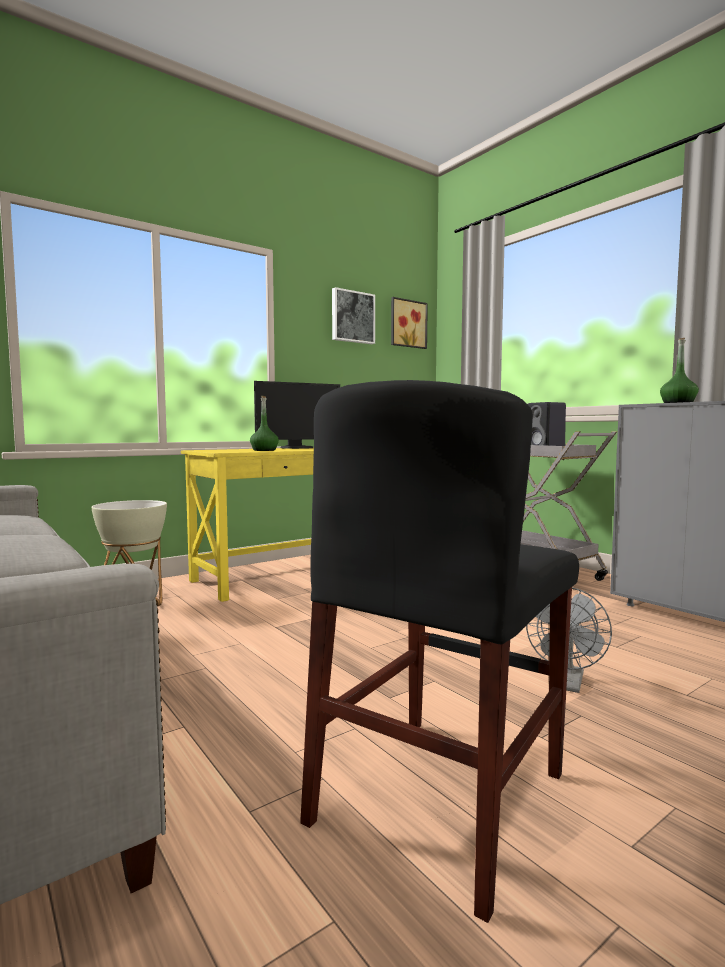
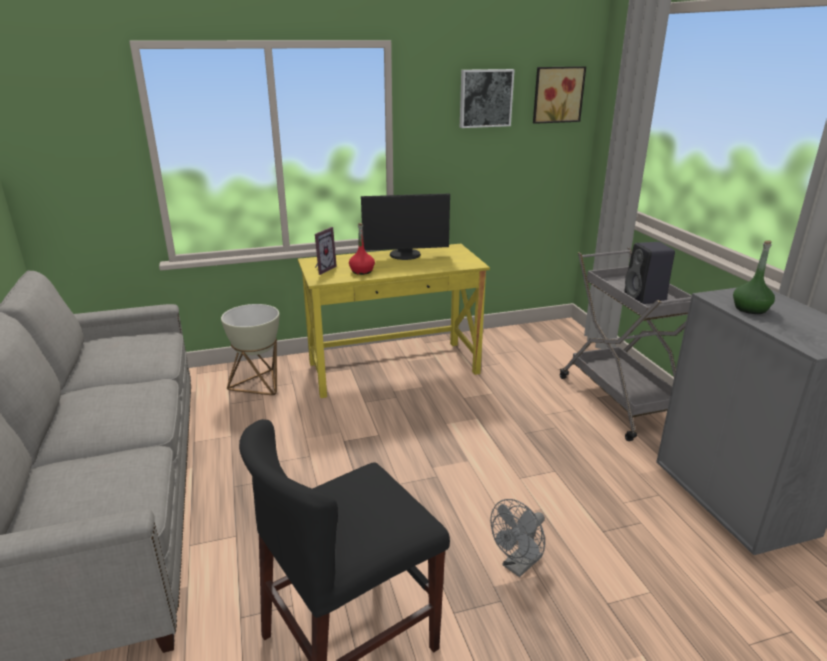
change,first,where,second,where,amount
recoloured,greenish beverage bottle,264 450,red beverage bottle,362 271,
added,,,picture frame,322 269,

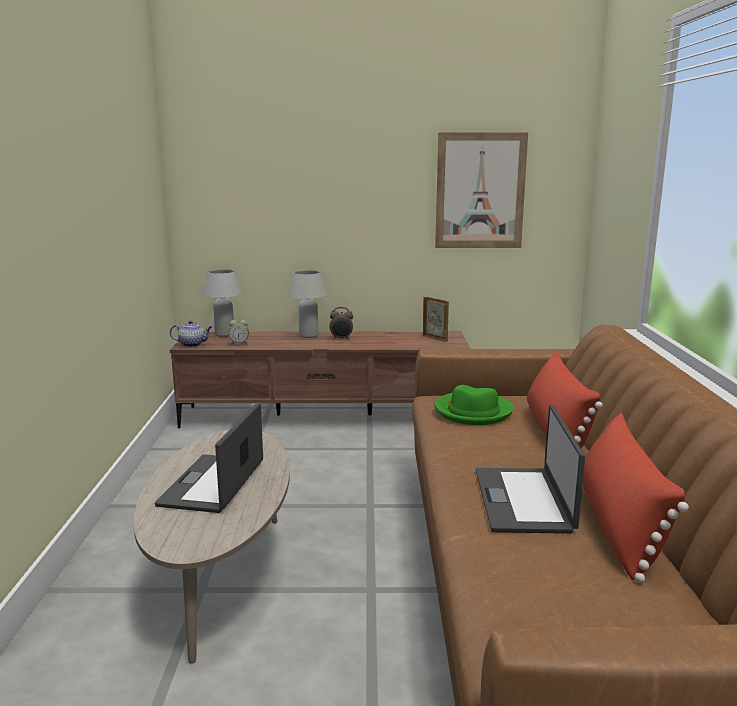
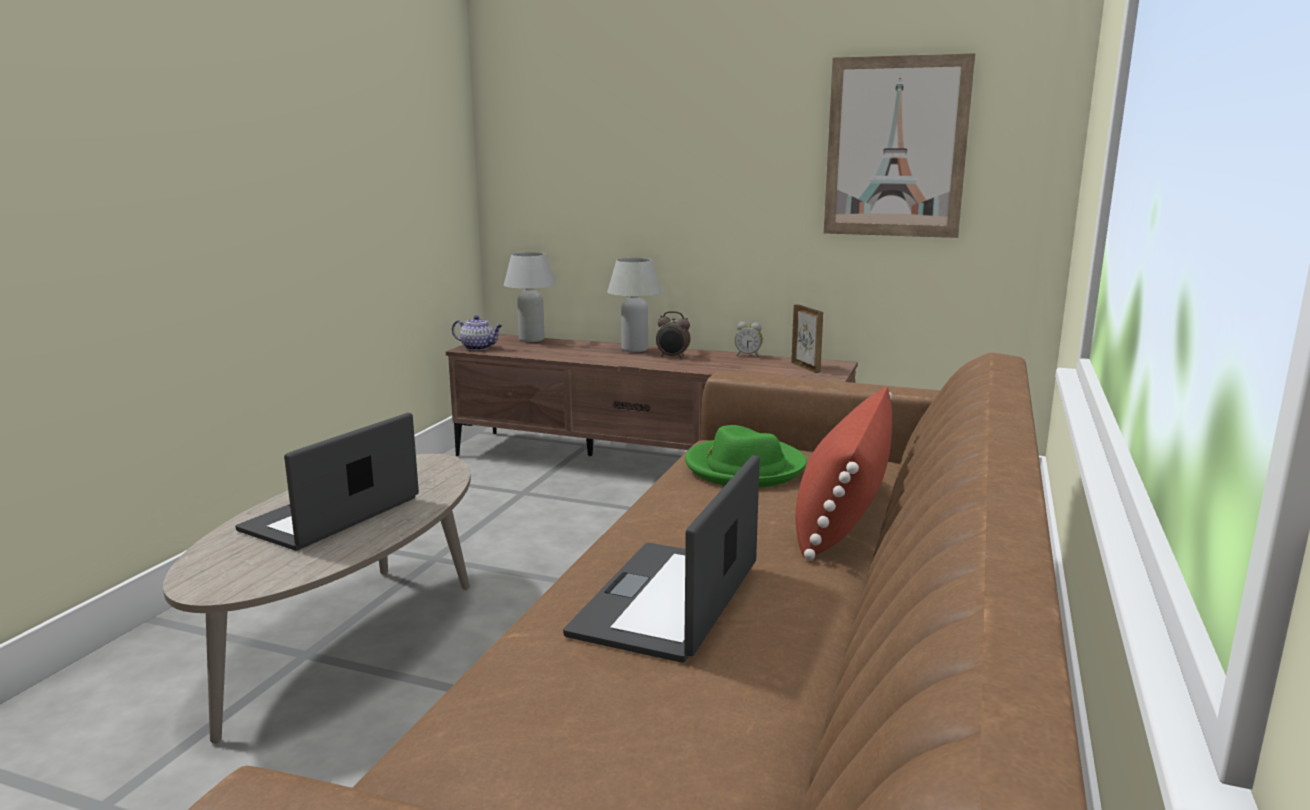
change,first,where,second,where,amount
moved,alarm clock,239 344,,748 355,
removed,red pillow,619 525,,,

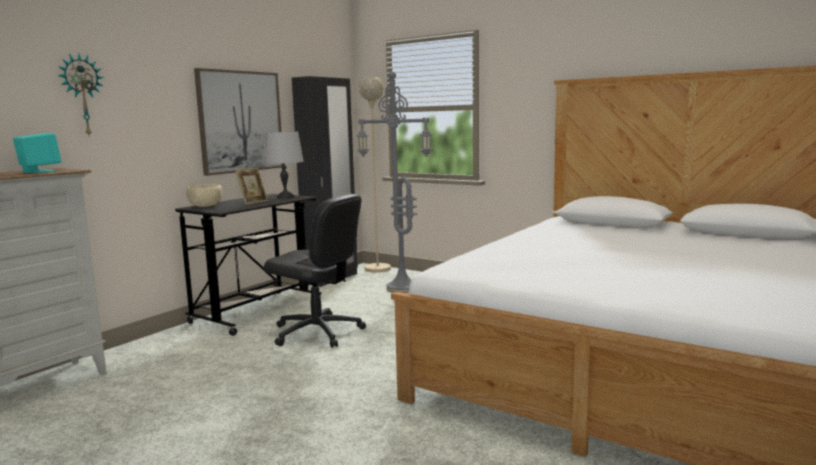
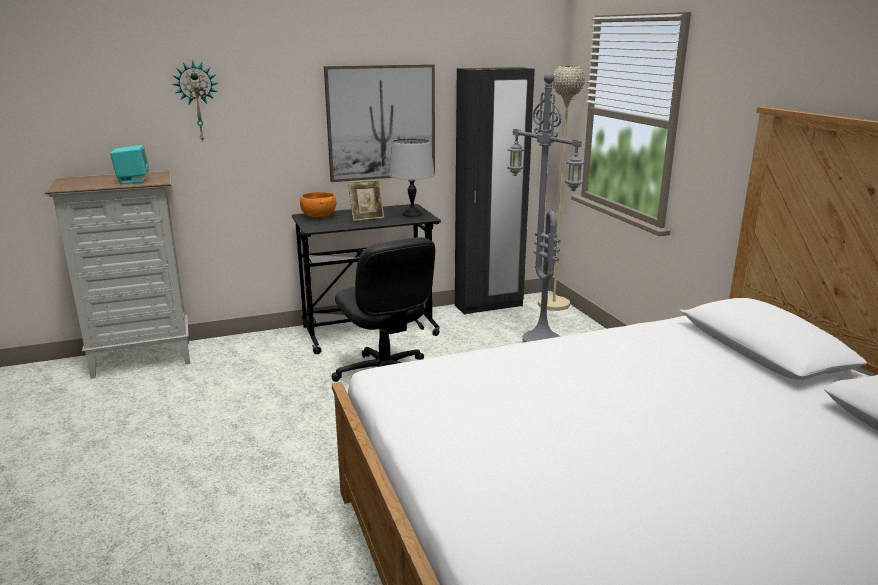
change,first,where,second,where,amount
recoloured,sand-coloured serving bowl,205 206,orangey serving bowl,318 216,

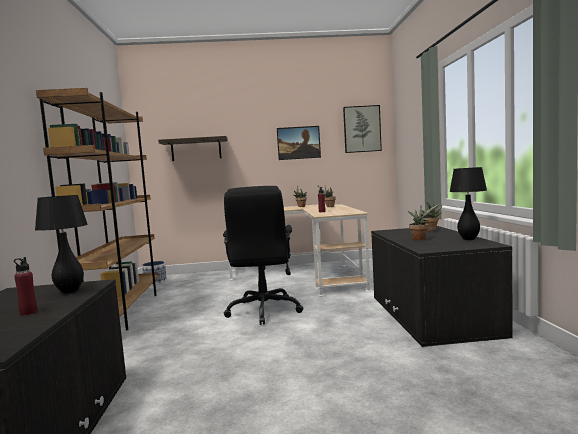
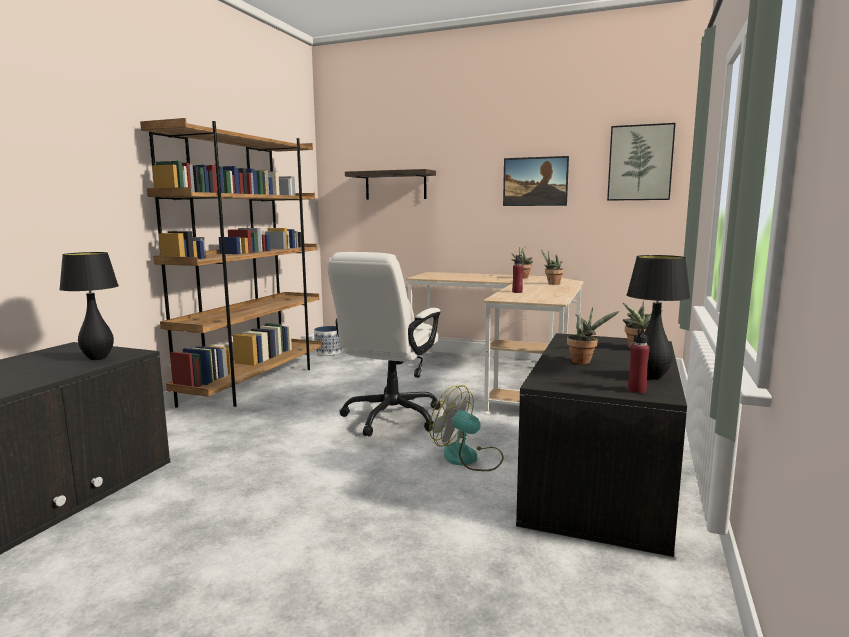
change,first,where,second,where,amount
moved,red beverage bottle,28 312,,636 390,
recoloured,black computer chair,264 312,white-coloured computer chair,390 419,
added,,,fan,468 458,

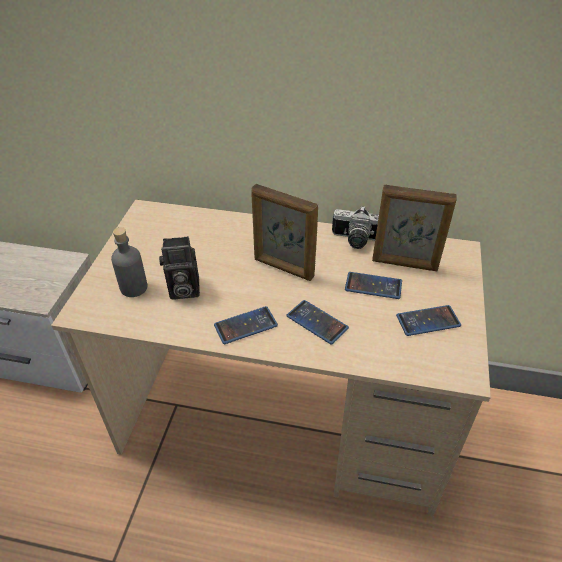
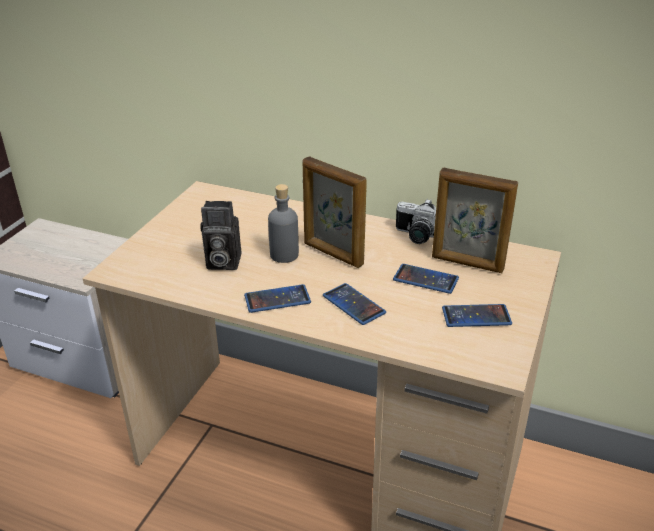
change,first,where,second,where,amount
moved,grey beverage bottle,134 287,,284 255,

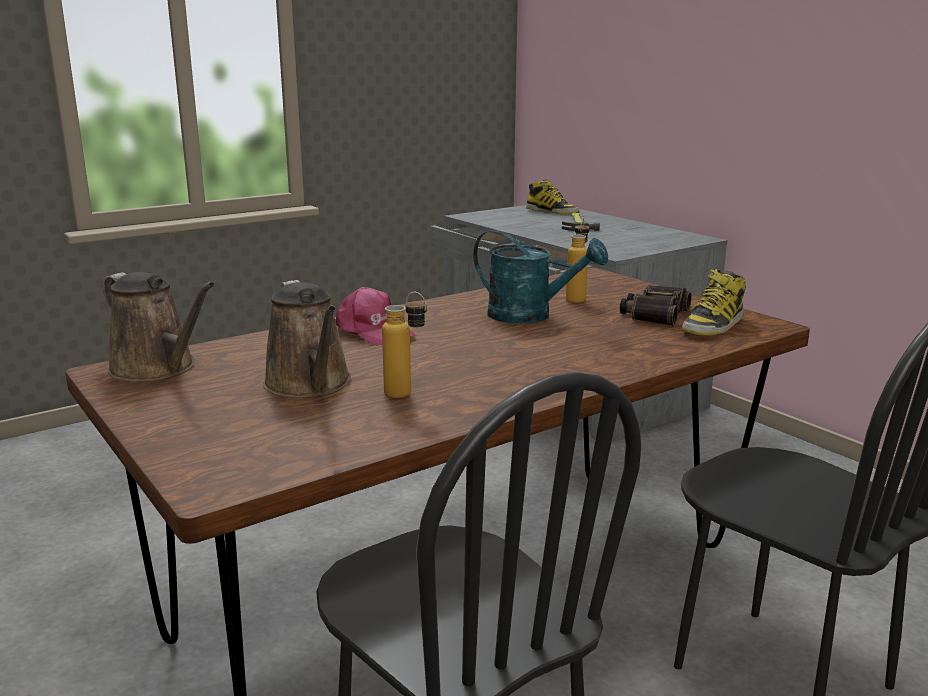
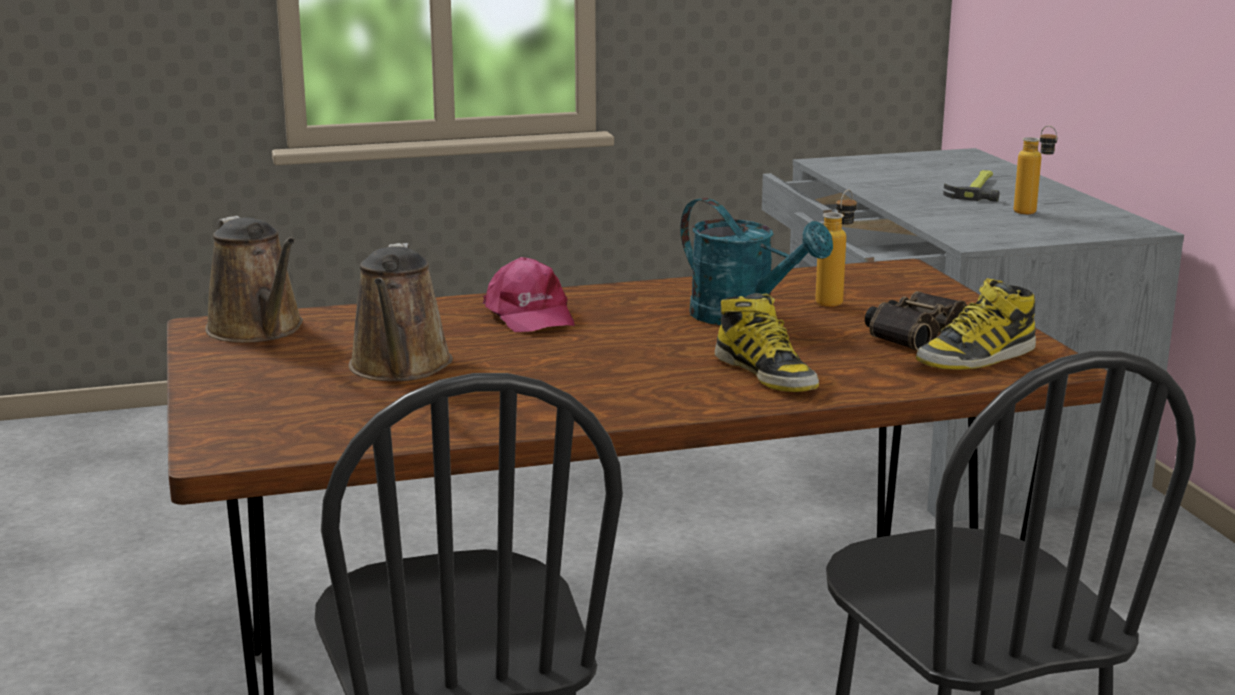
change,first,where,second,where,amount
moved,beverage bottle,406 396,,1032 214,
moved,high-top boot,552 212,,766 373,

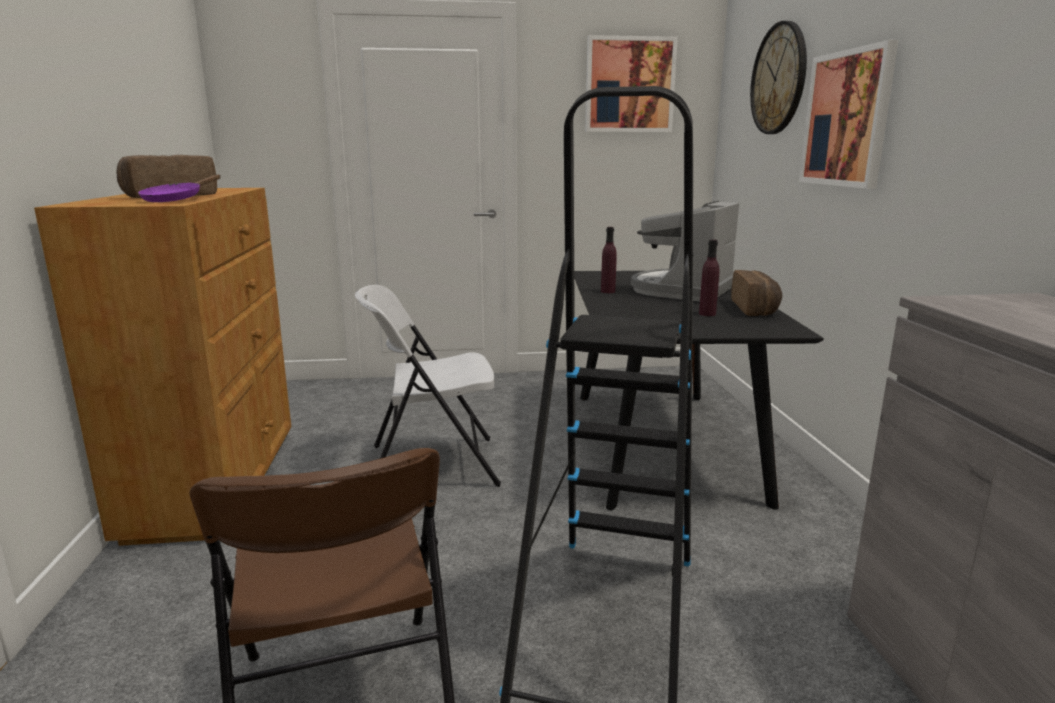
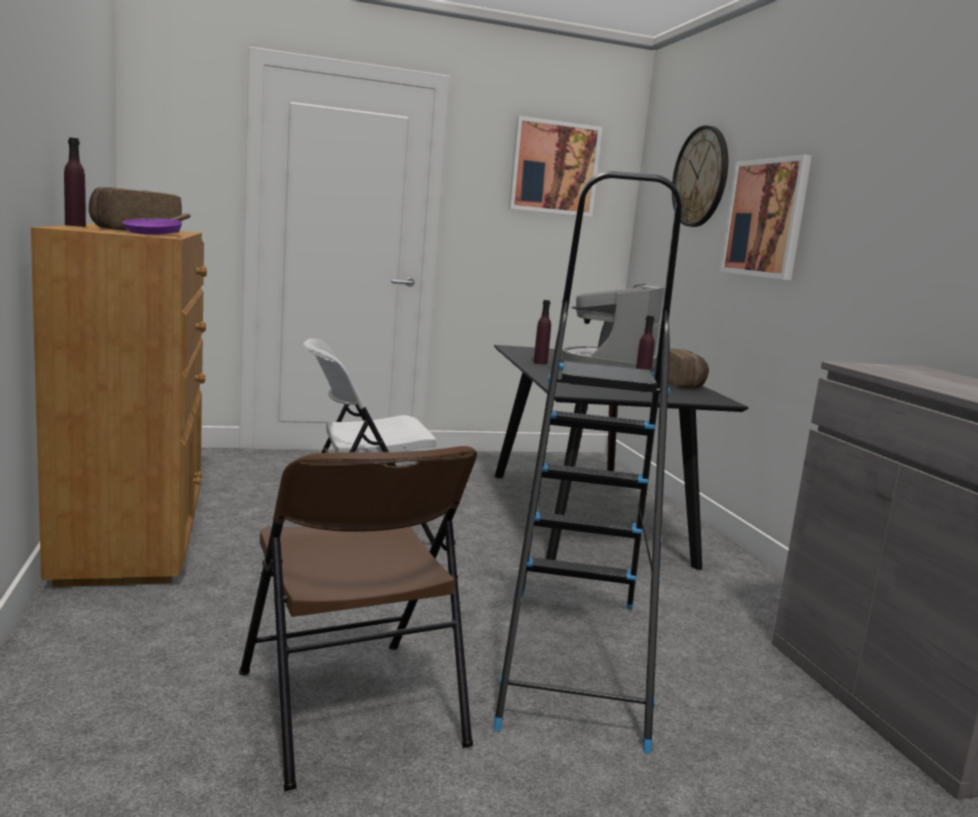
change,first,where,second,where,amount
added,,,purple beverage bottle,75 225,

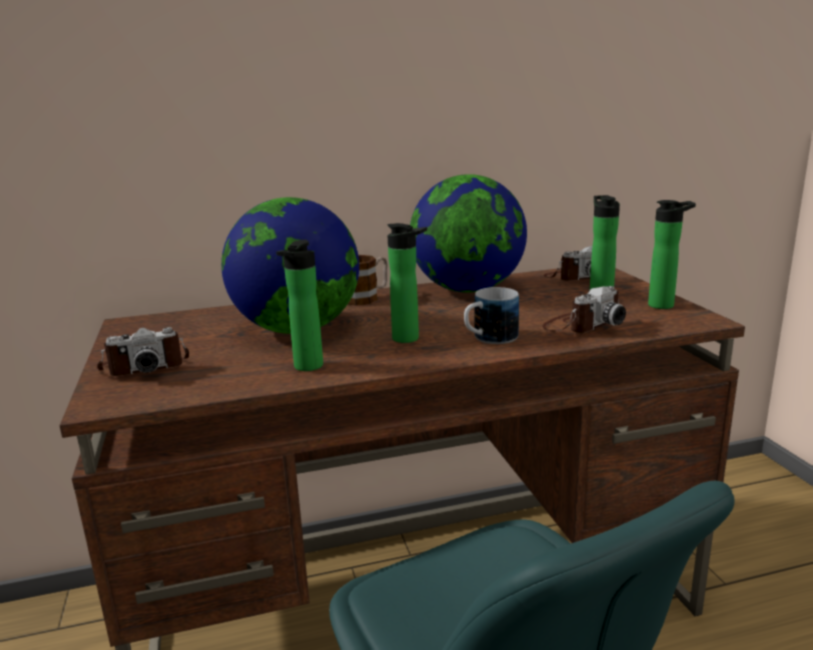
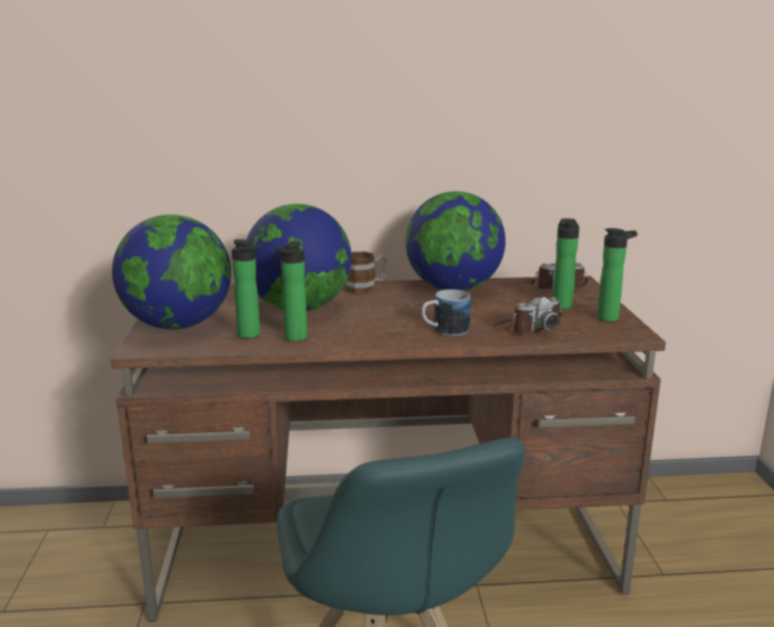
change,first,where,second,where,amount
replaced,photo camera,144 367,desk globe,177 325,
moved,beverage bottle,409 339,,251 335,

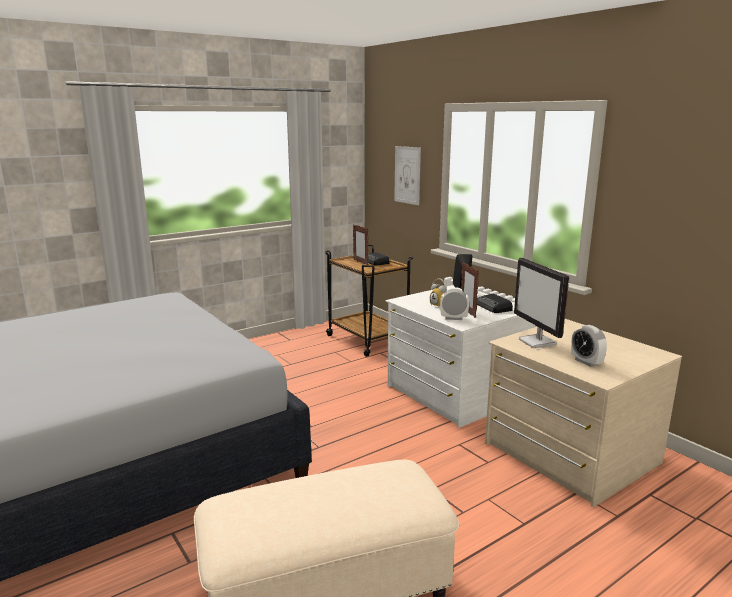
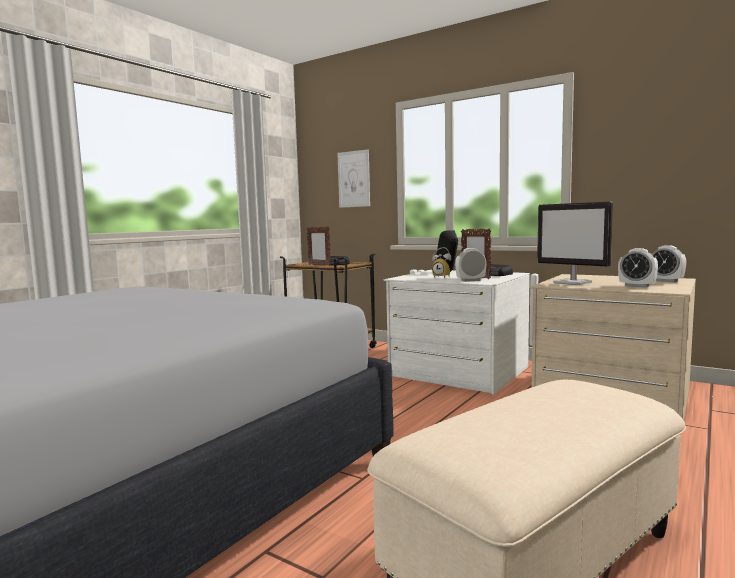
change,first,where,second,where,amount
added,,,alarm clock,665 281,

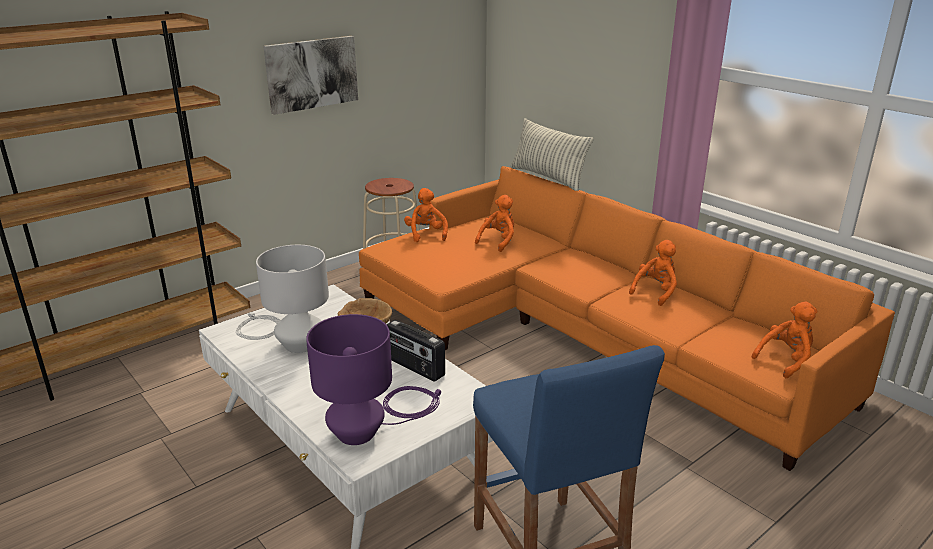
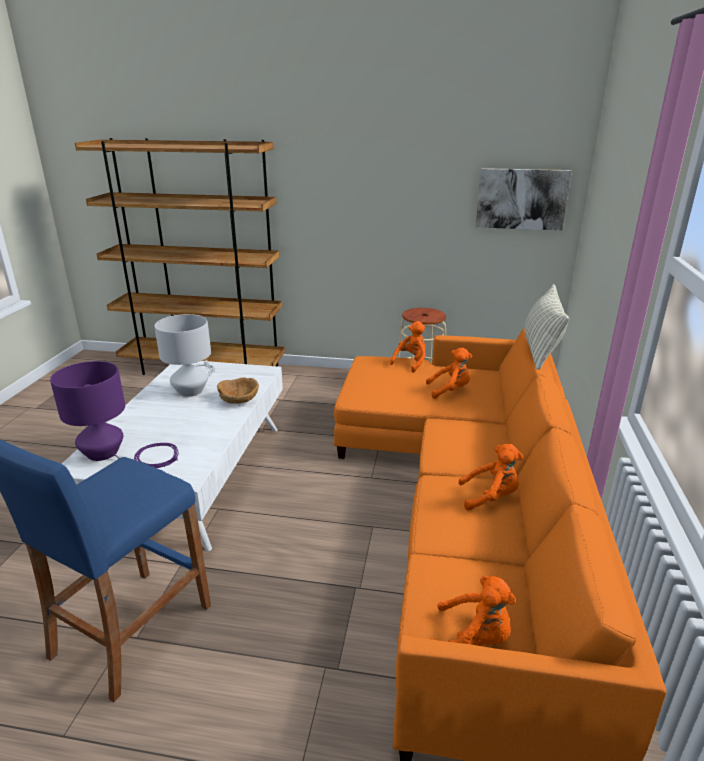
change,first,where,second,where,amount
moved,wall picture,312 73,,521 199,
removed,radio,414 367,,,

